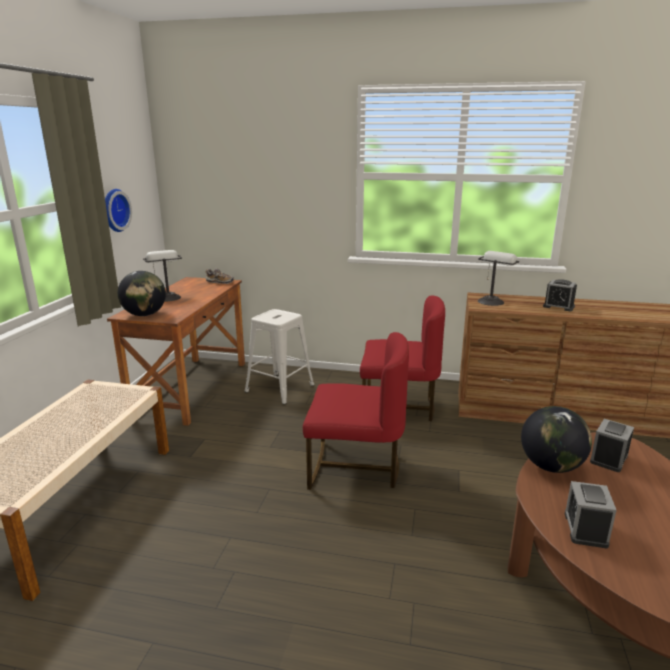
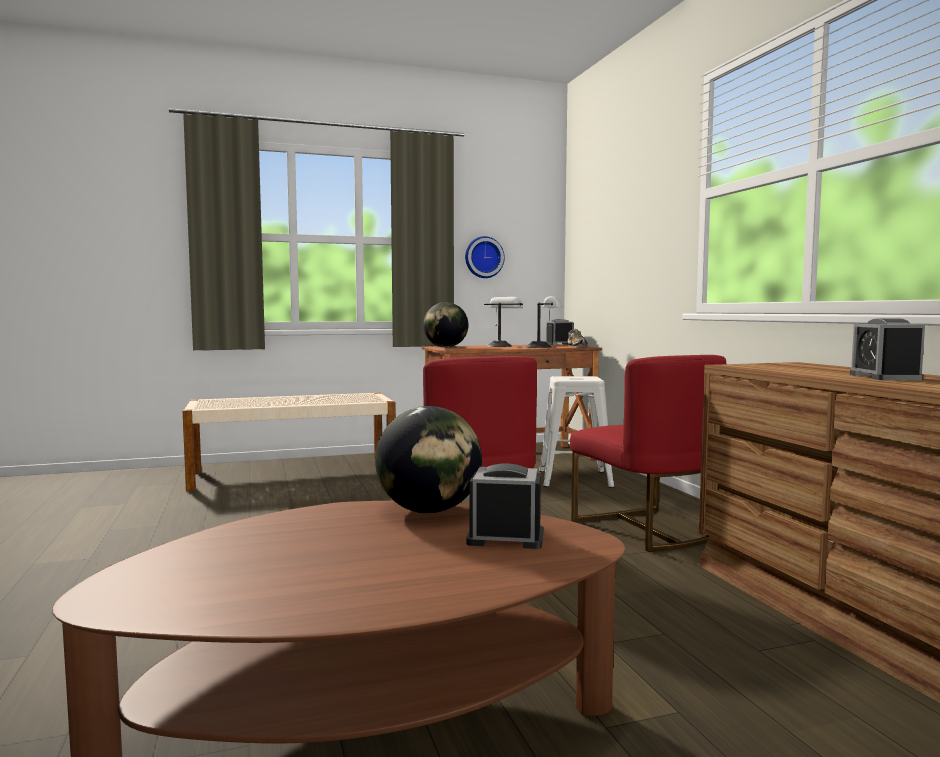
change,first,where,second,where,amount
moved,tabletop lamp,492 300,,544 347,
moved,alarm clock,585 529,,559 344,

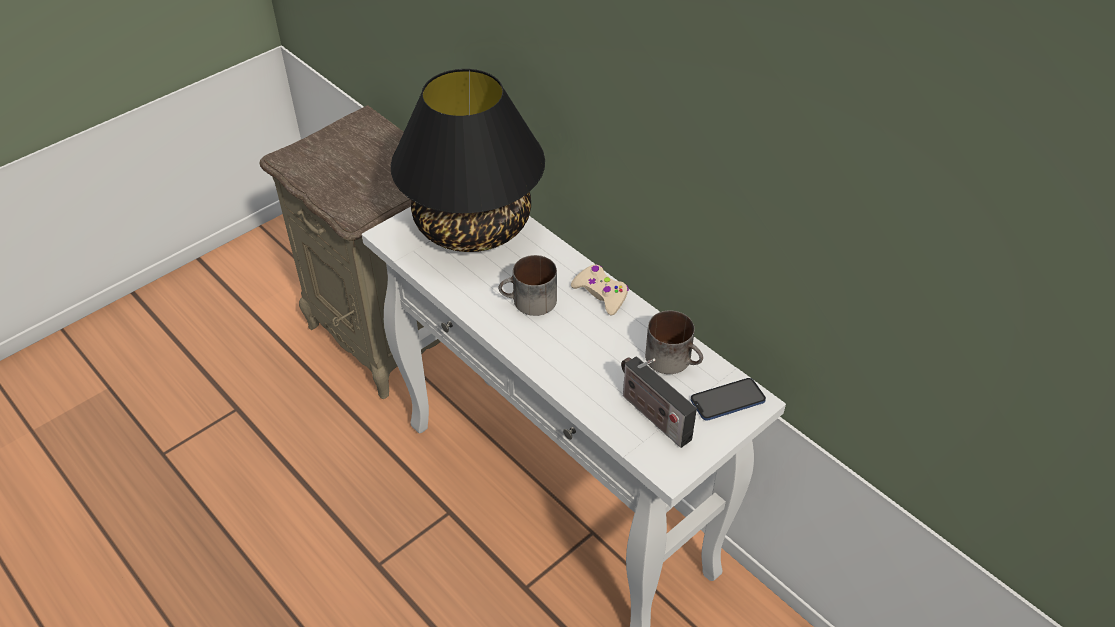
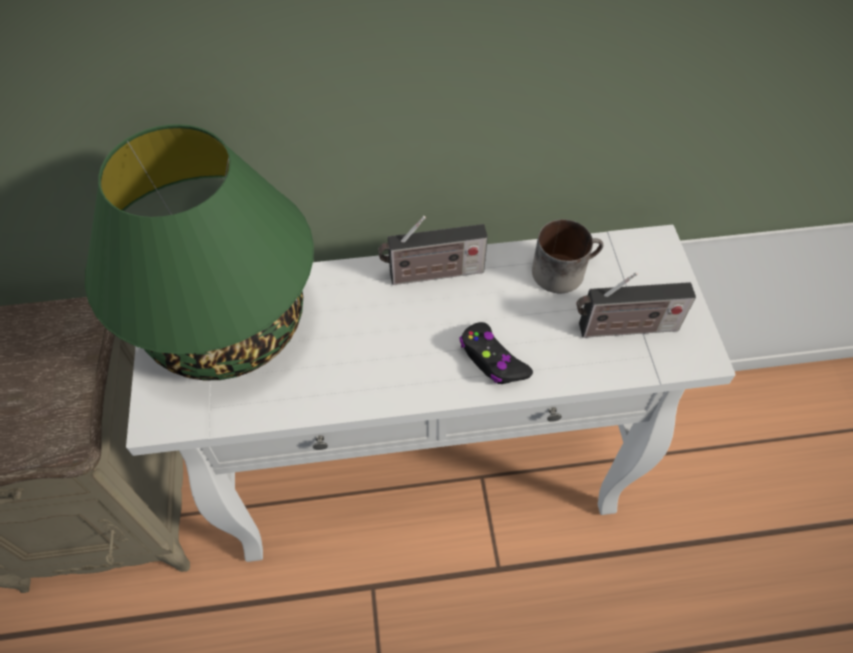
change,first,where,second,where,amount
recoloured,black tabletop lamp,474 225,greenish tabletop lamp,228 324,
removed,coffee mug,529 302,,,
replaced,sand-coloured game controller,601 294,radio,432 274,
removed,phone,727 400,,,
added,,,black game controller,492 360,

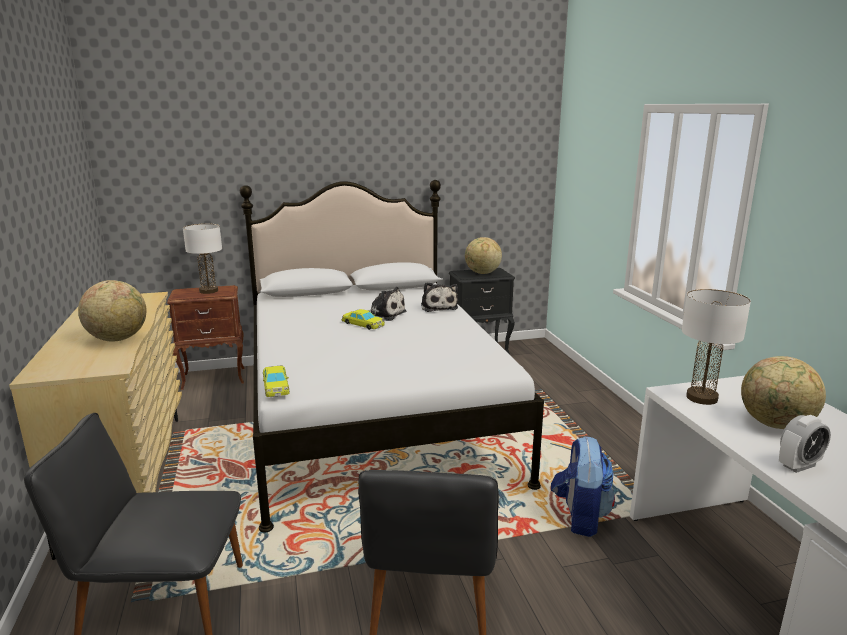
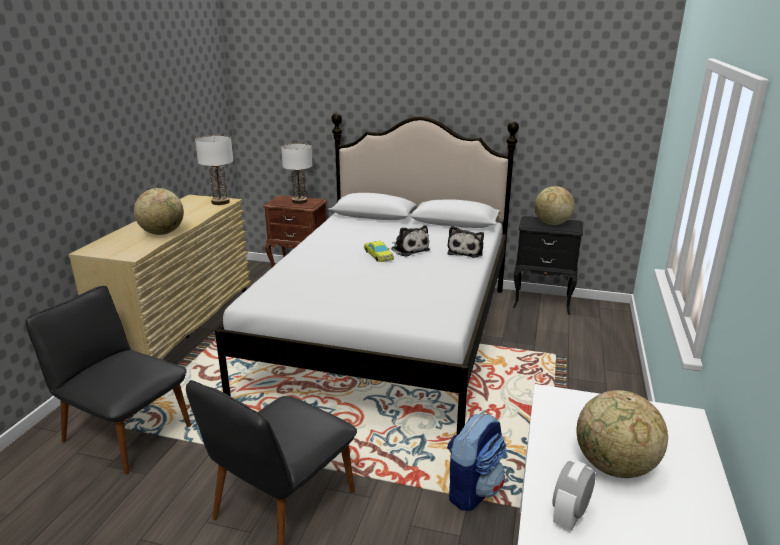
change,first,where,second,where,amount
removed,yellowish toy car,276 385,,,
moved,tabletop lamp,702 398,,220 202,
turned,alarm clock,799 465,,570 515,120 degrees clockwise

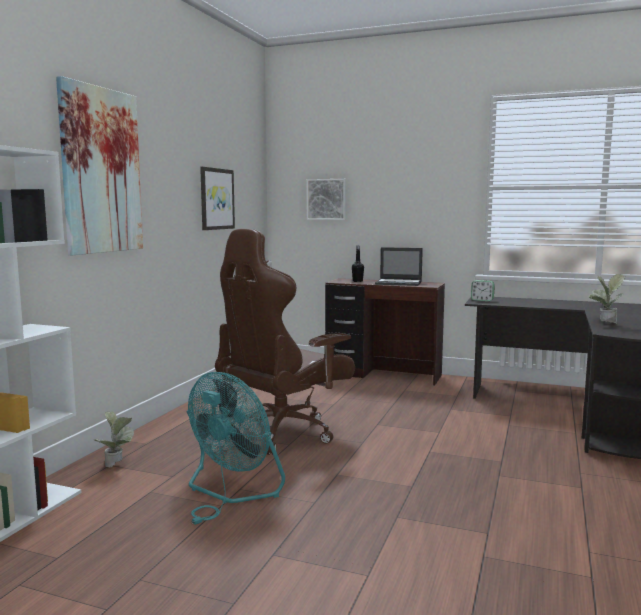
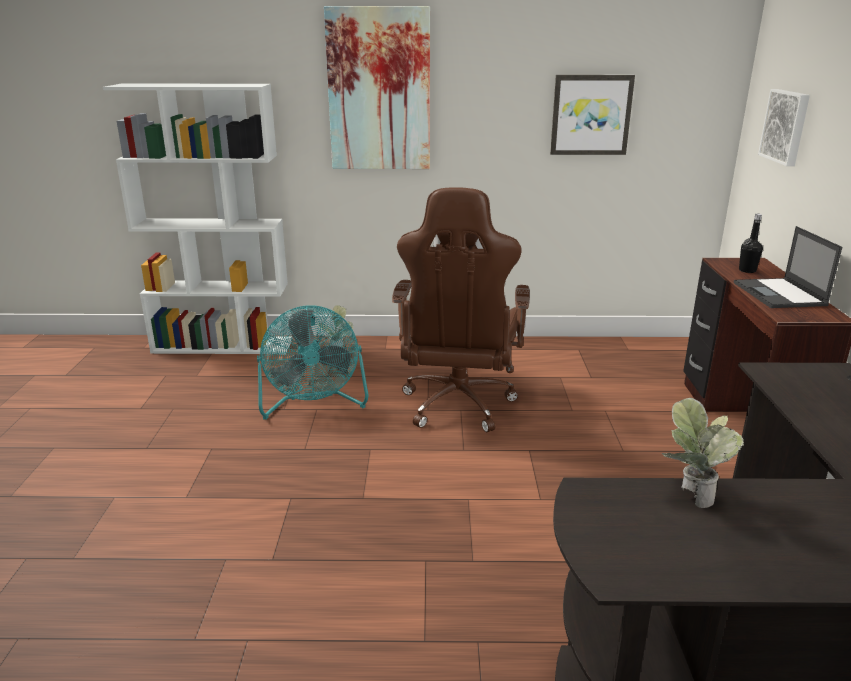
change,first,where,second,where,amount
turned,turquoise-coloured fan,224 491,,309 403,60 degrees clockwise
turned,brown computer chair,285 432,,458 401,105 degrees counterclockwise
removed,alarm clock,482 300,,,

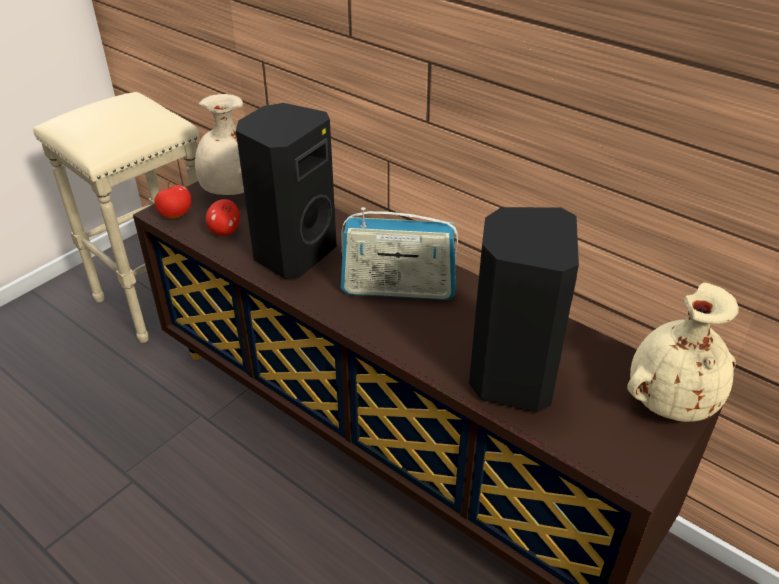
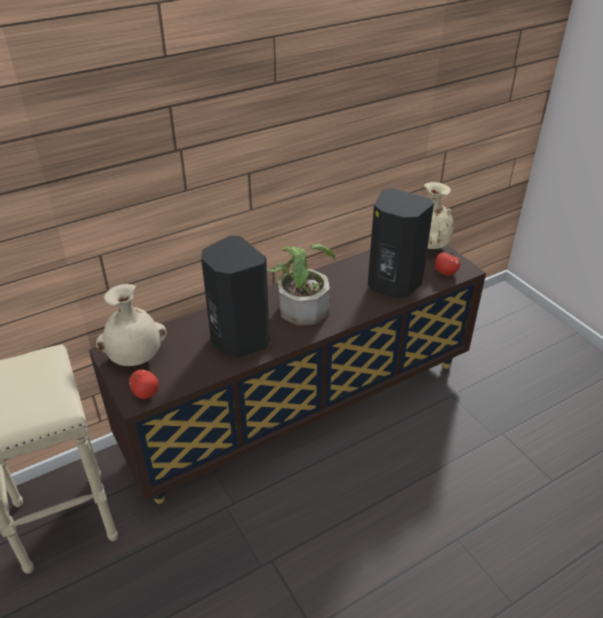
change,first,where,second,where,amount
moved,apple fruit,225 231,,445 272,
replaced,radio,398 289,potted plant,302 304,

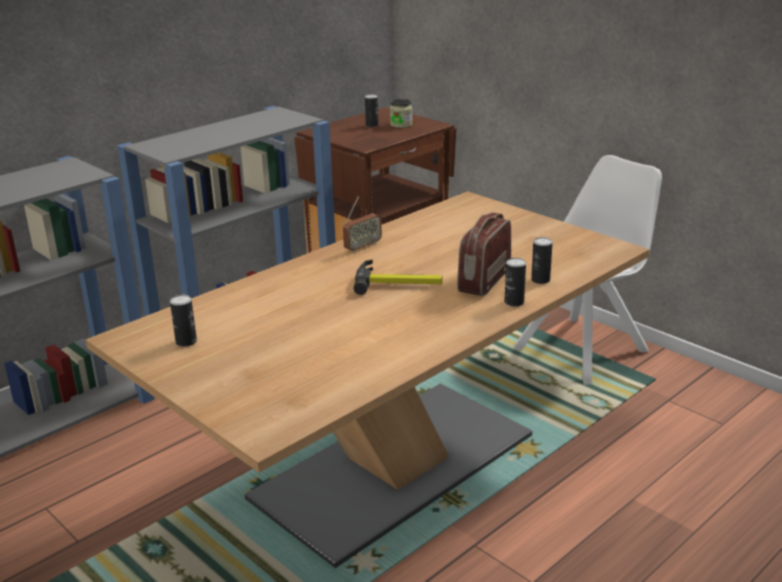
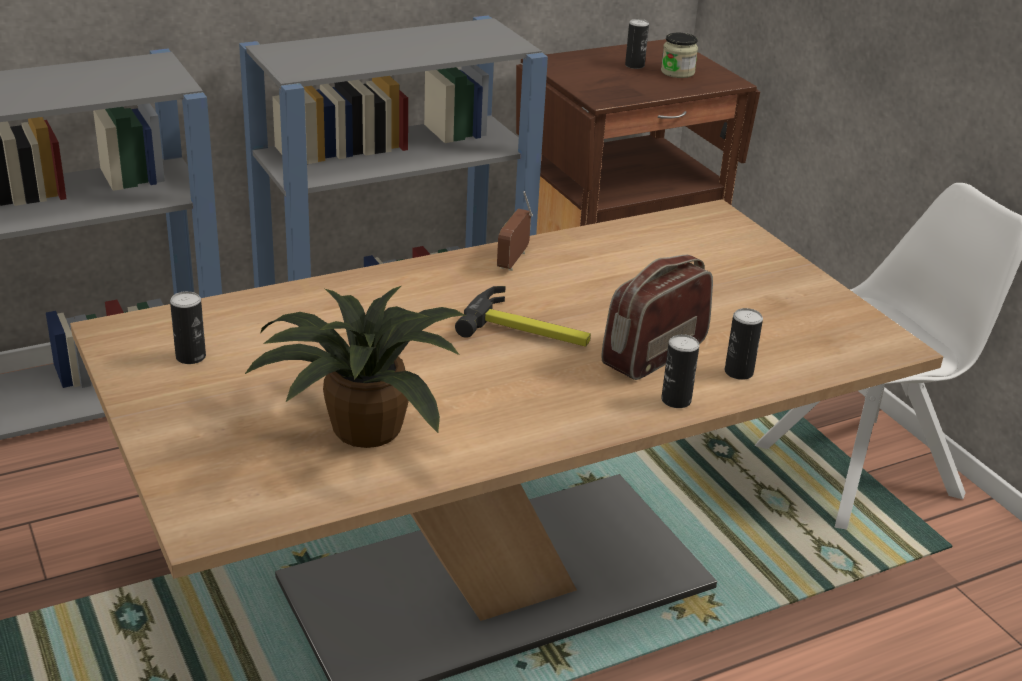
change,first,where,second,where,amount
turned,radio,362 247,,513 260,135 degrees clockwise
added,,,potted plant,360 428,

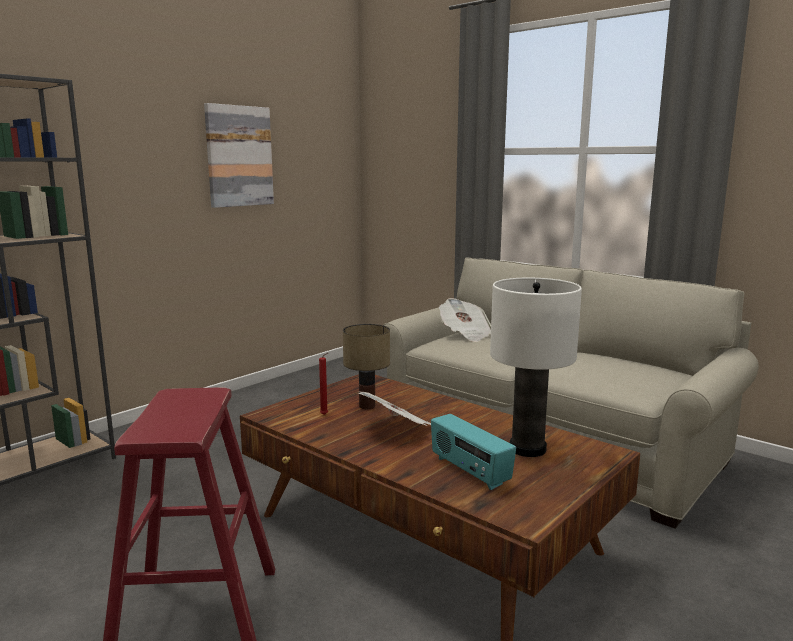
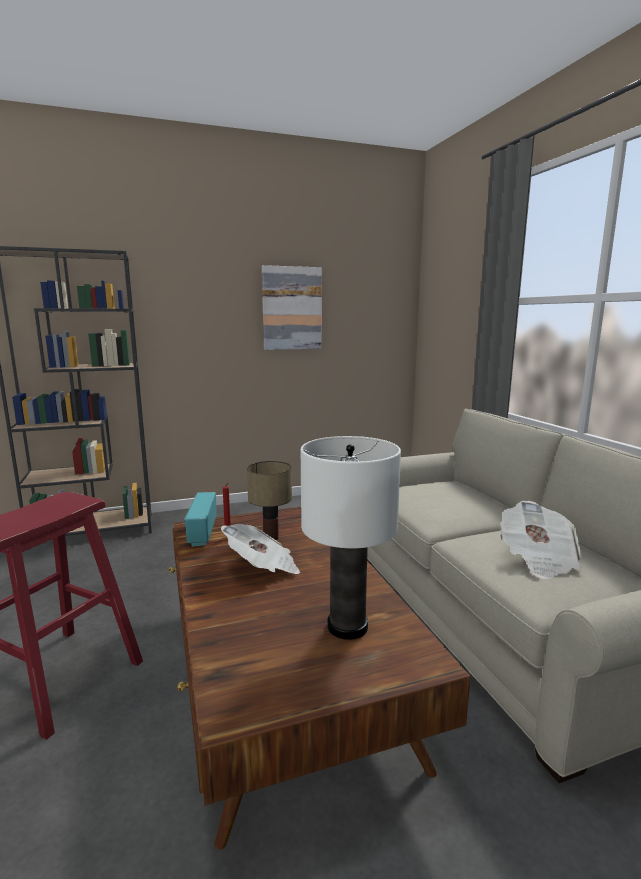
change,first,where,second,where,amount
moved,radio,469 471,,202 533,
moved,newspaper,465 334,,537 559,

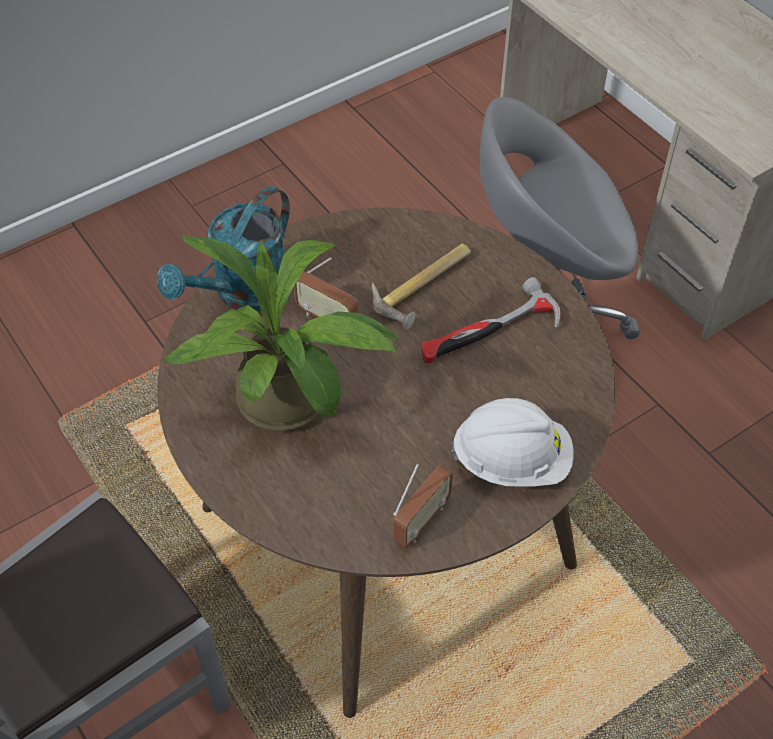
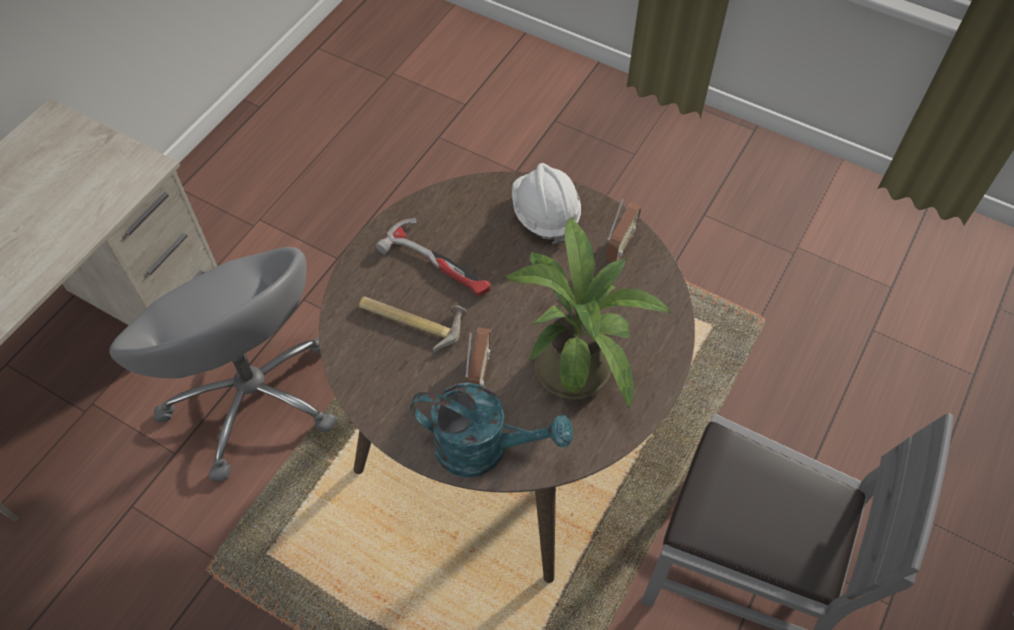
change,first,where,second,where,amount
turned,radio,421 521,,620 246,105 degrees clockwise

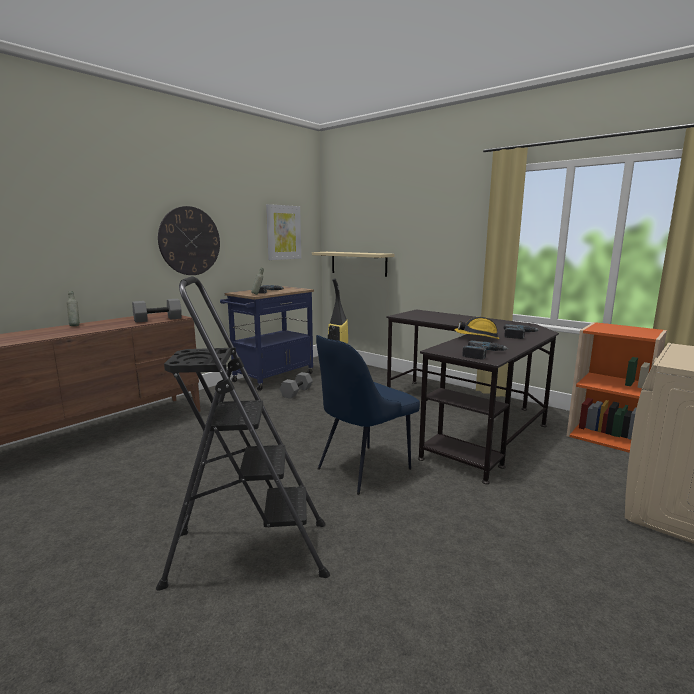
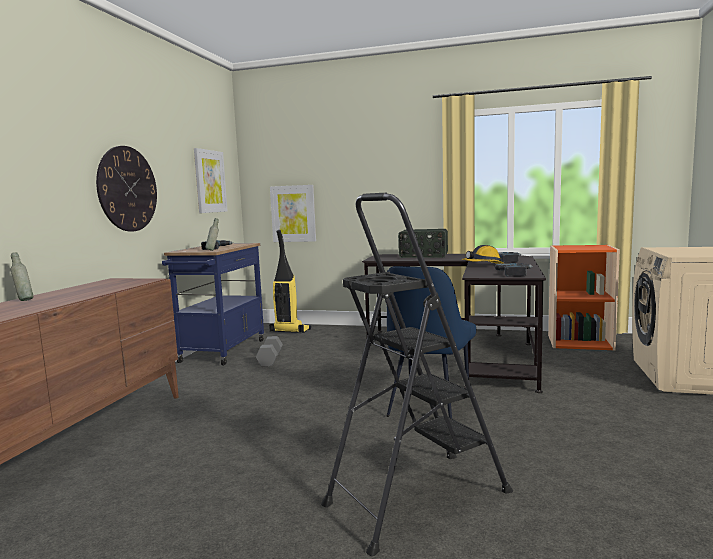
change,first,where,second,where,amount
removed,grey free weight,157 319,,,
replaced,sand-coloured bracket shelf,358 263,wall picture,293 213,
added,,,radio,423 256,

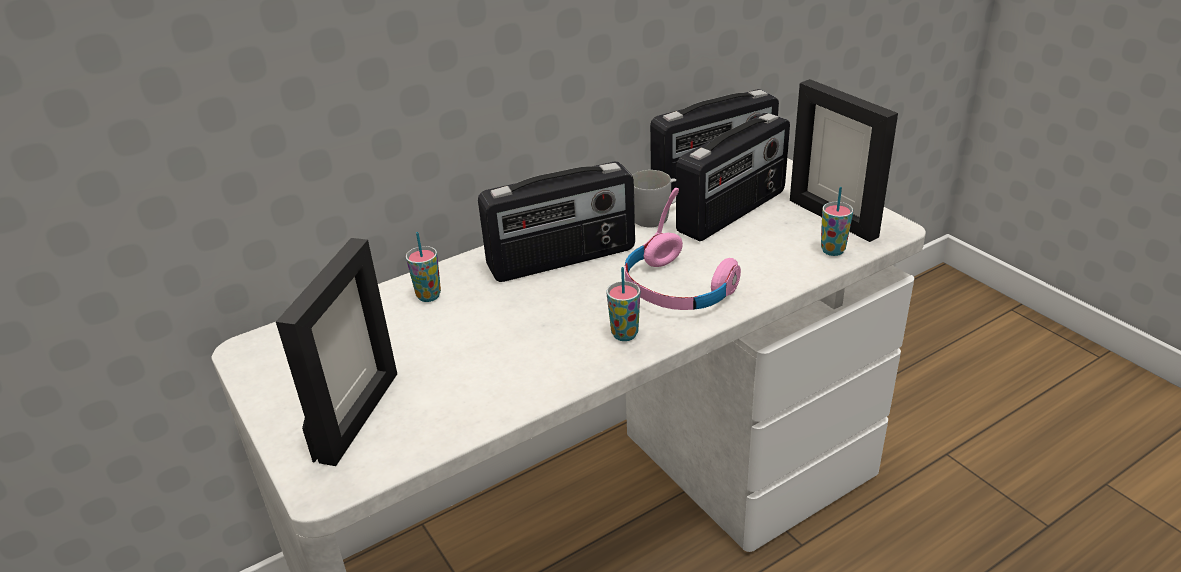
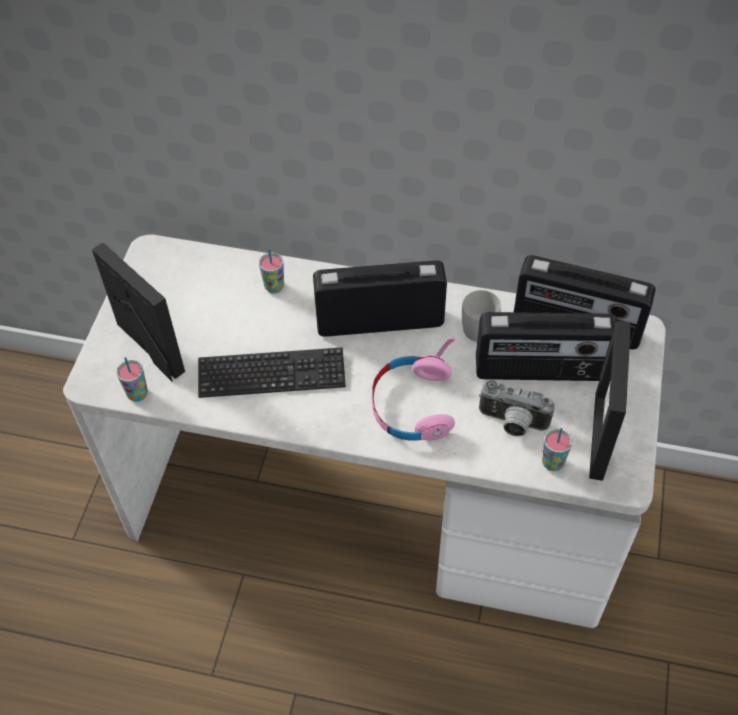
change,first,where,second,where,amount
turned,picture frame,357 415,,149 349,105 degrees counterclockwise
turned,radio,562 259,,379 321,150 degrees clockwise
moved,drinking cup,624 334,,137 394,
added,,,keyboard,271 375,
added,,,photo camera,512 423,

